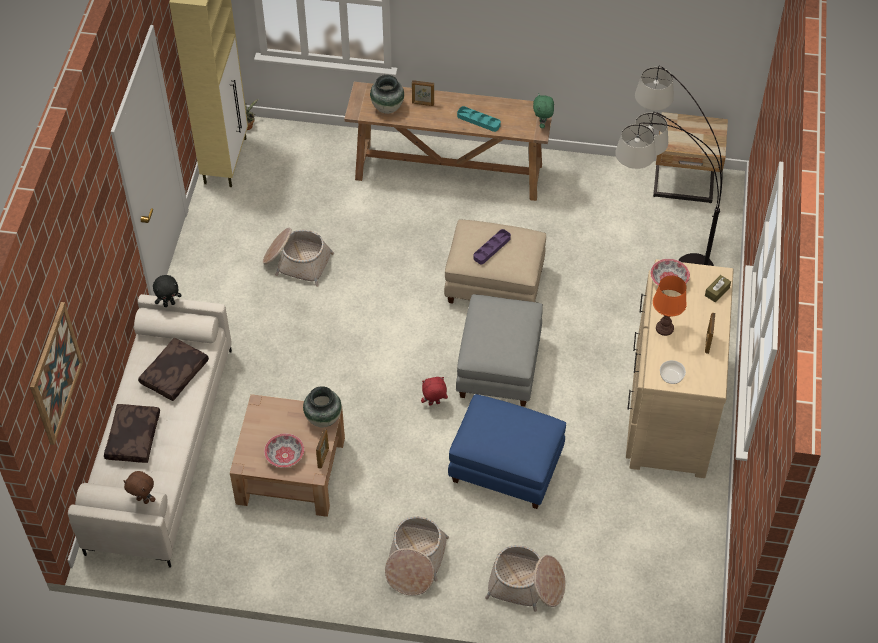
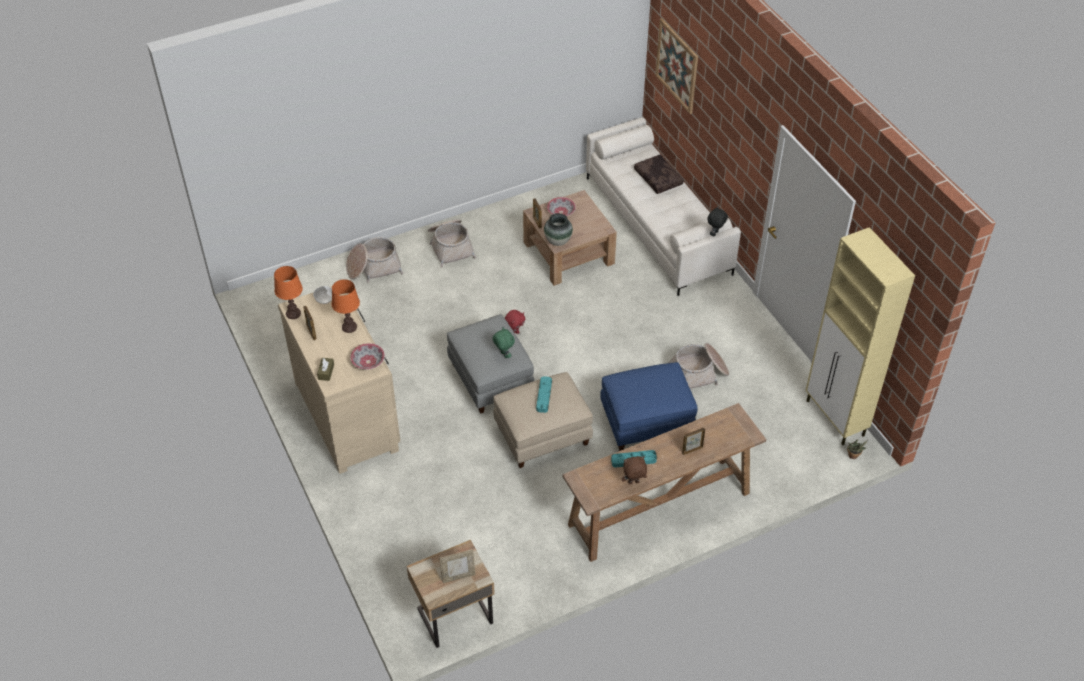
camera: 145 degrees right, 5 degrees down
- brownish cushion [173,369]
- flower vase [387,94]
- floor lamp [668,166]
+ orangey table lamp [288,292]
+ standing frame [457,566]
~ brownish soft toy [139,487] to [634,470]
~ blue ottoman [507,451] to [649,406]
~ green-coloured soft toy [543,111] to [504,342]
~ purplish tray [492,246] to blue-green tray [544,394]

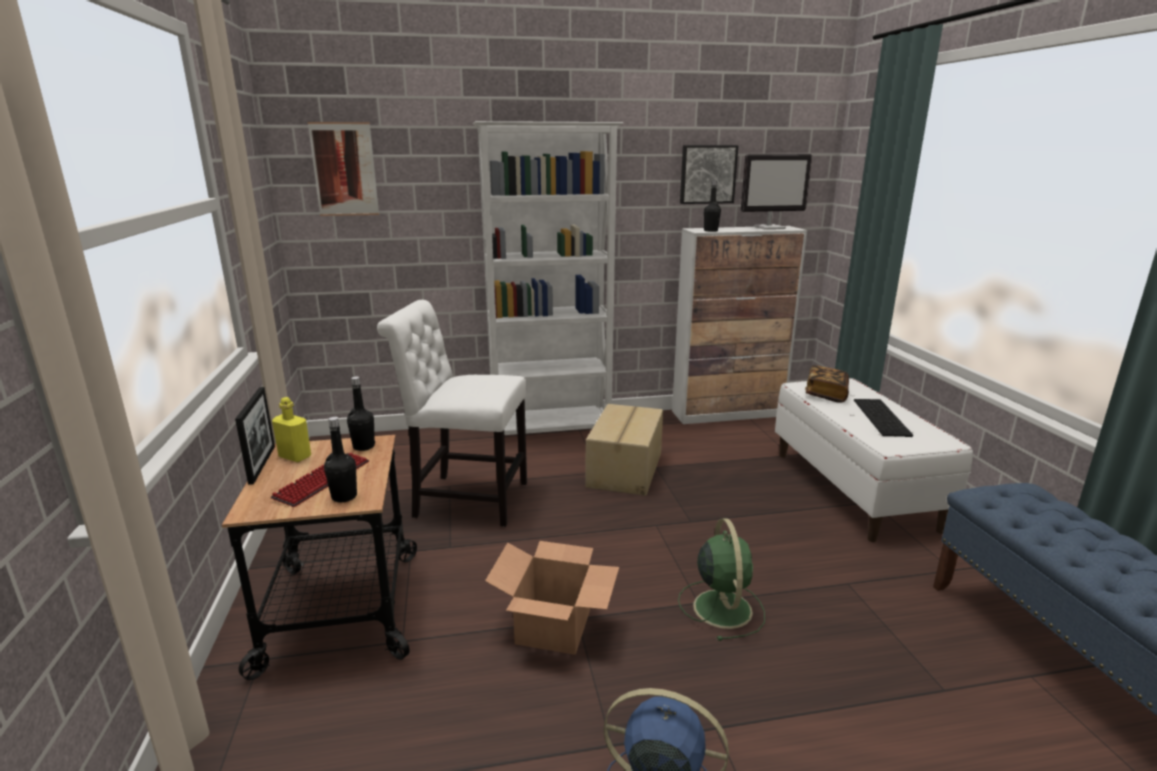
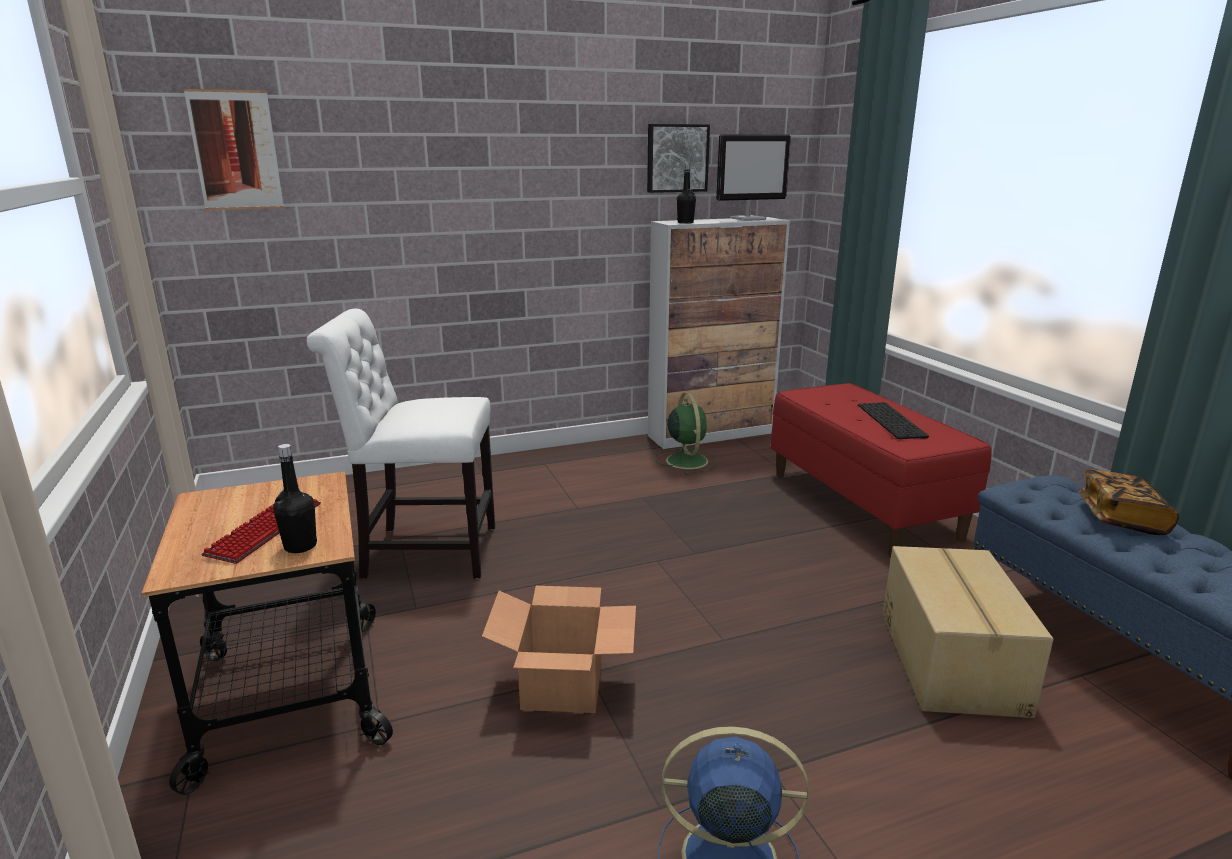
camera: 10 degrees left, 0 degrees up
- standing frame [255,436]
- yellow-coloured drink bottle [291,429]
- black drink bottle [361,414]
- whitish shelving unit [548,278]
~ cardboard box [624,450] to [968,632]
~ green-coloured cooling fan [721,579] to [686,433]
~ bound book [827,384] to [1128,502]
~ whitish indoor bench [874,460] to red-coloured indoor bench [881,469]

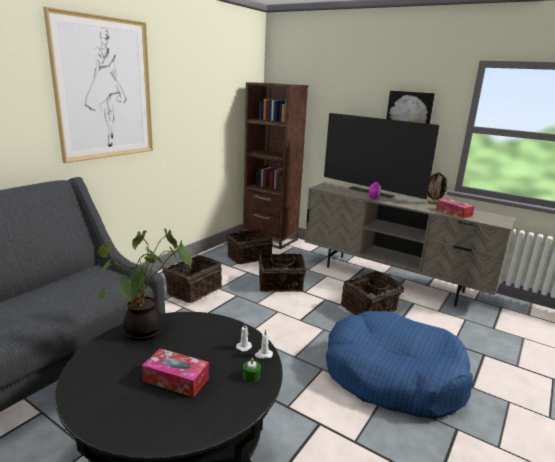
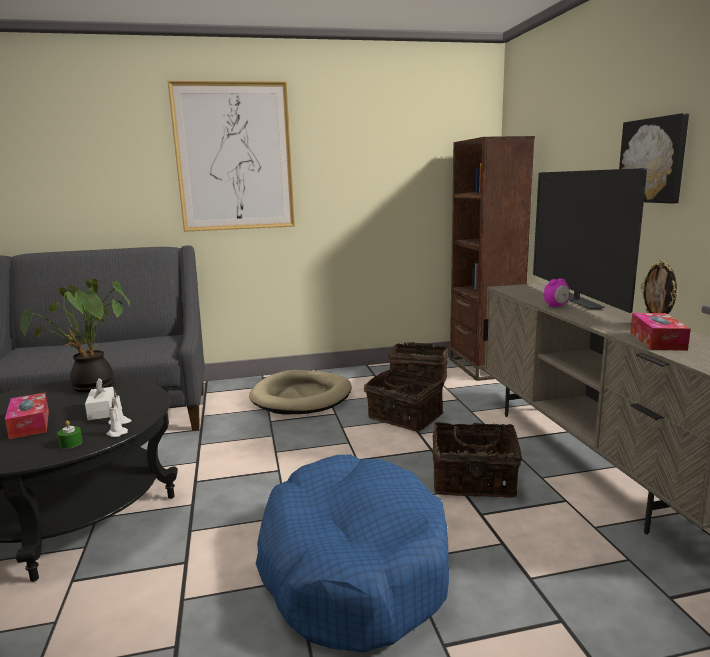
camera: 45 degrees right, 5 degrees down
+ whitish tissue holder [99,399]
~ storage basket [191,279] to sand-coloured pet bed [300,392]

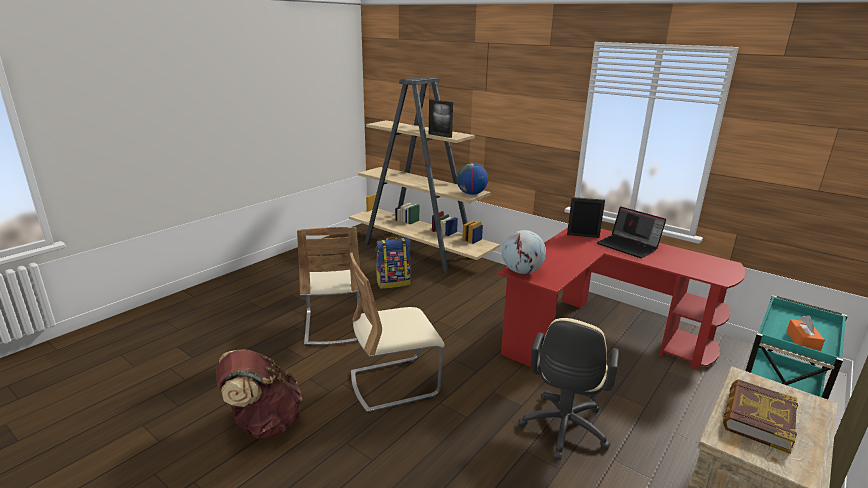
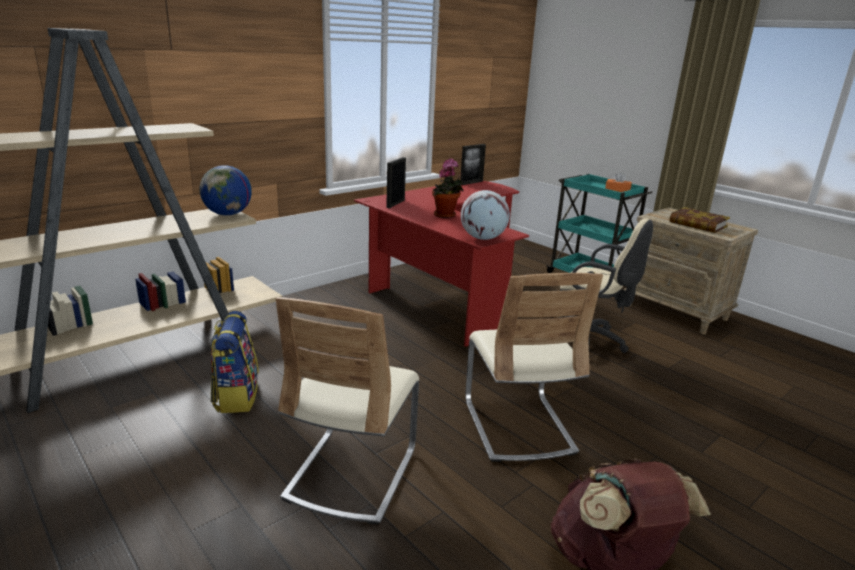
camera: 80 degrees left, 0 degrees up
- notebook computer [631,232]
+ potted plant [447,188]
~ standing frame [441,119] to [473,164]
~ sand-coloured chair [328,286] = [347,411] 105 degrees clockwise

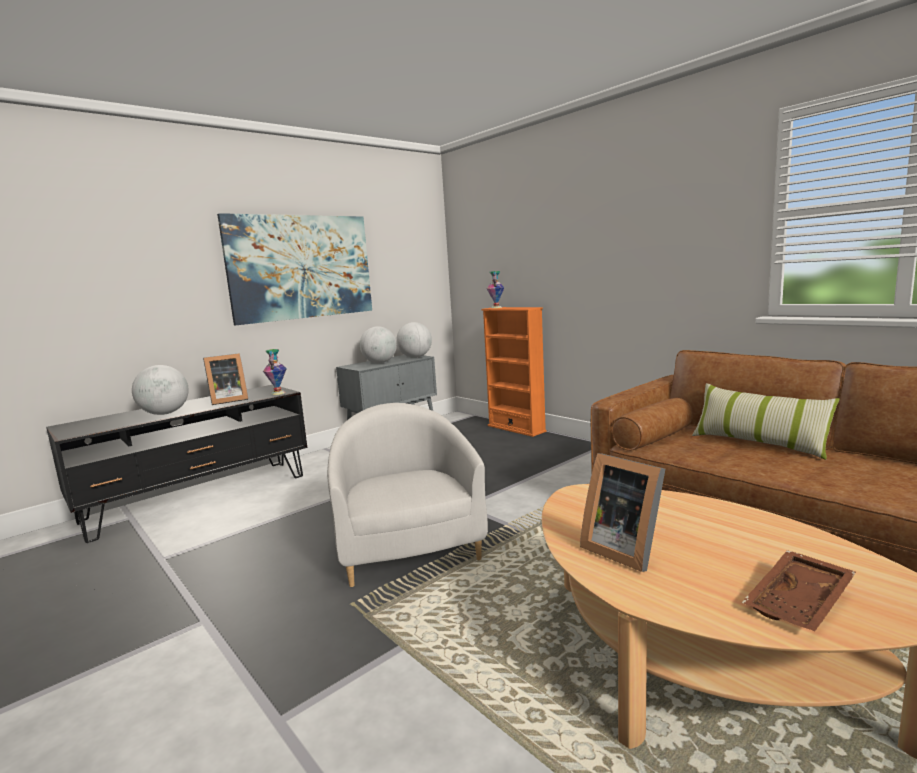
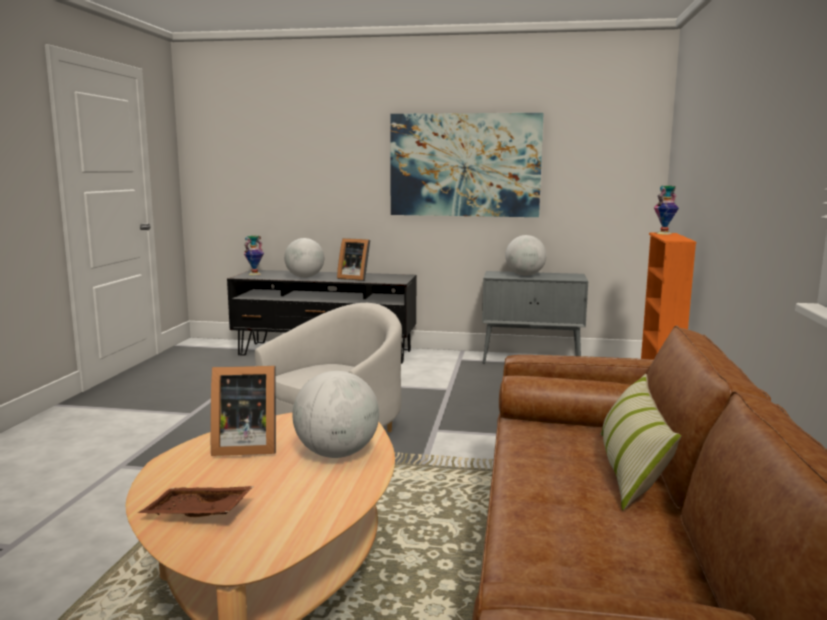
camera: 50 degrees right, 0 degrees up
~ flower vase [275,372] to [254,255]
~ desk globe [414,340] to [335,414]
~ standing frame [622,512] = [243,411] 105 degrees counterclockwise

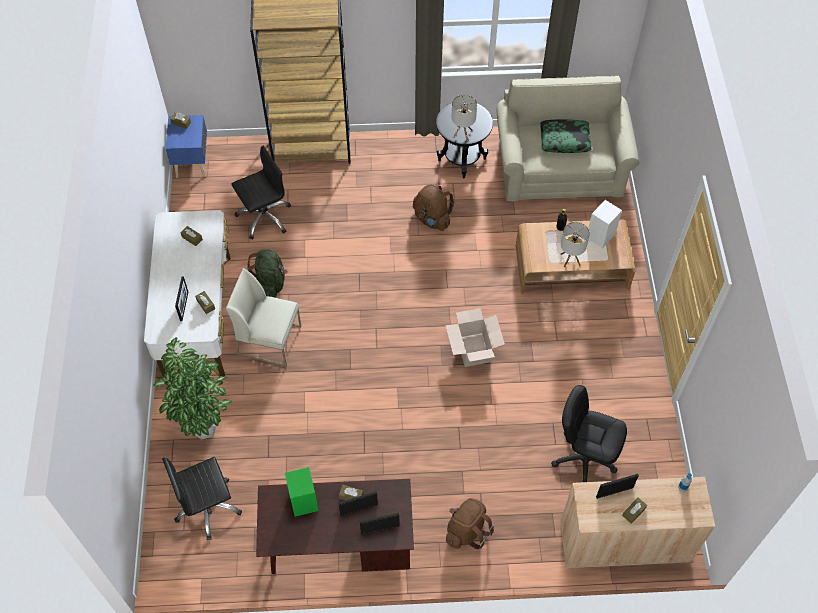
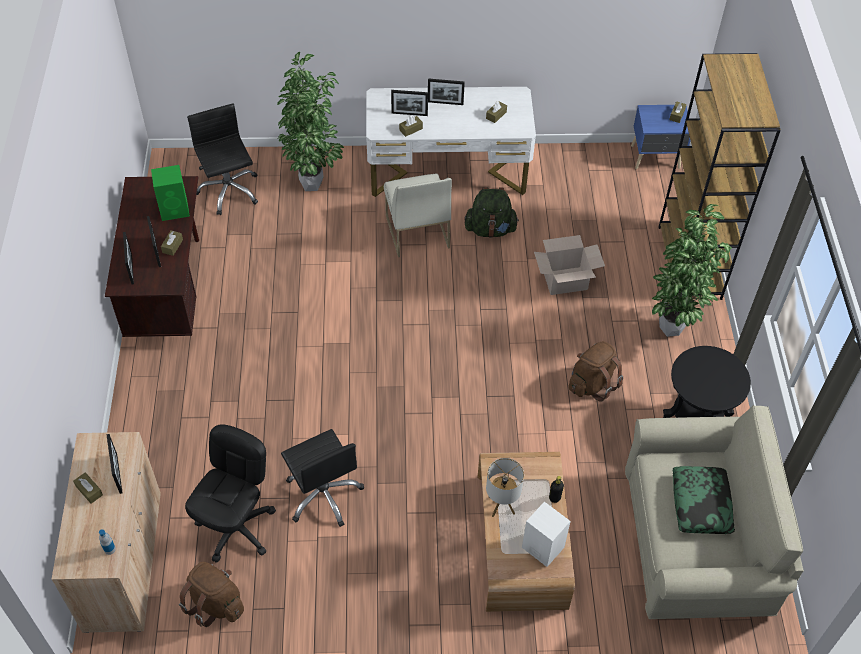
camera: 90 degrees right, 5 degrees down
- table lamp [464,118]
+ standing frame [446,91]
+ potted plant [692,270]
~ black computer chair [261,192] to [322,478]
~ cardboard box [475,337] to [569,265]
~ brownish knapsack [470,523] to [211,594]
~ whitish chair [263,317] = [418,215] 150 degrees clockwise

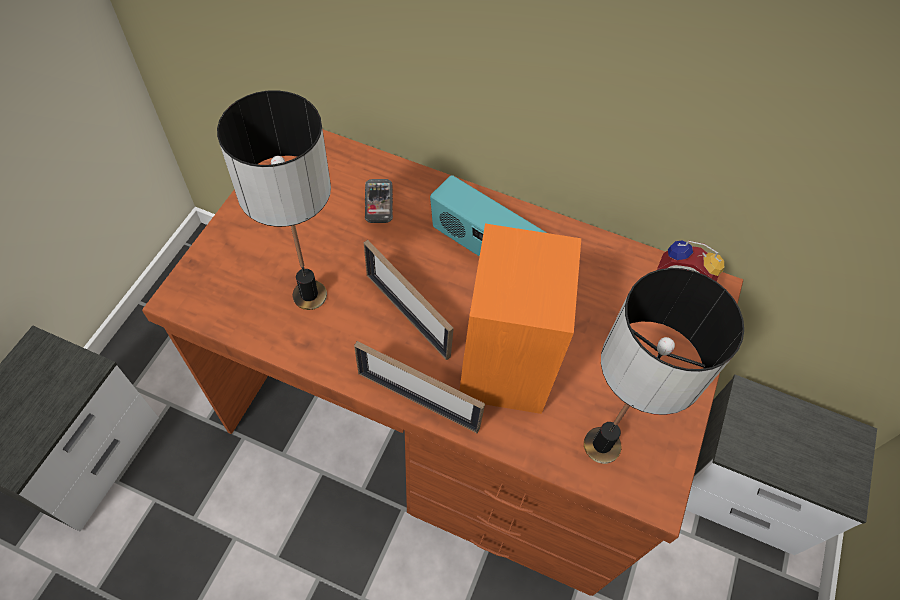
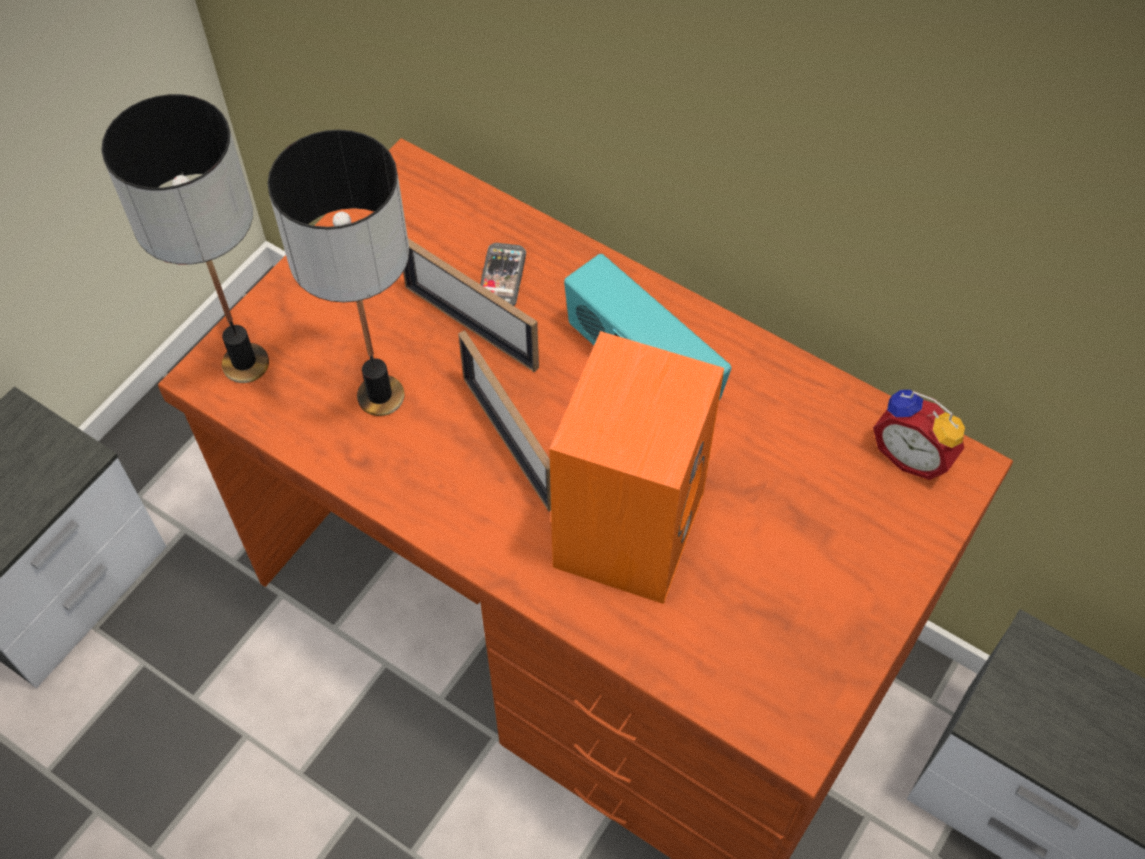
camera: 15 degrees right, 0 degrees up
~ standing frame [419,387] to [471,305]
~ table lamp [664,366] to [185,238]

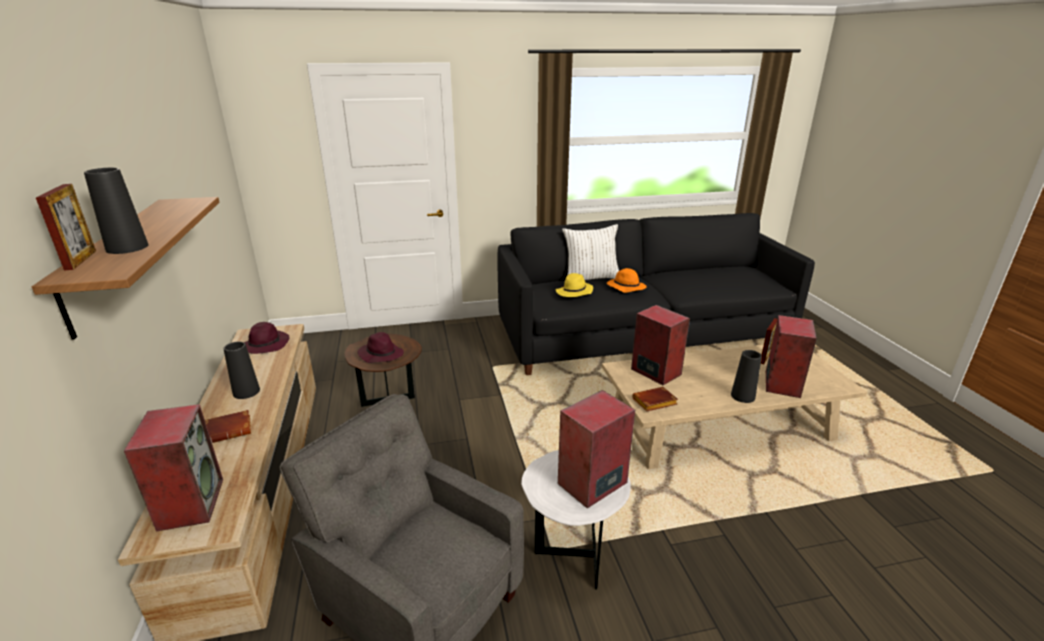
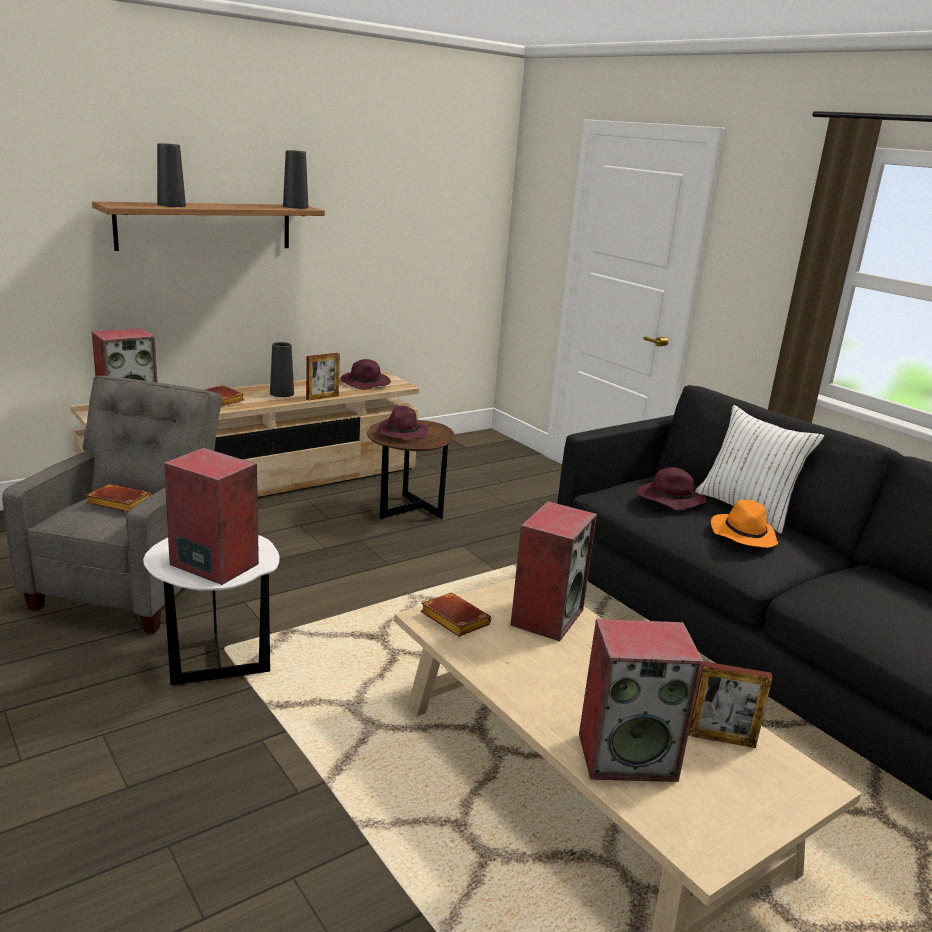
camera: 65 degrees right, 5 degrees down
+ brownish bound book [119,498]
~ standing frame [66,227] to [323,376]
~ black flower vase [746,376] to [295,179]
~ yellow-coloured clothing hat [574,285] to purplish clothing hat [672,488]

